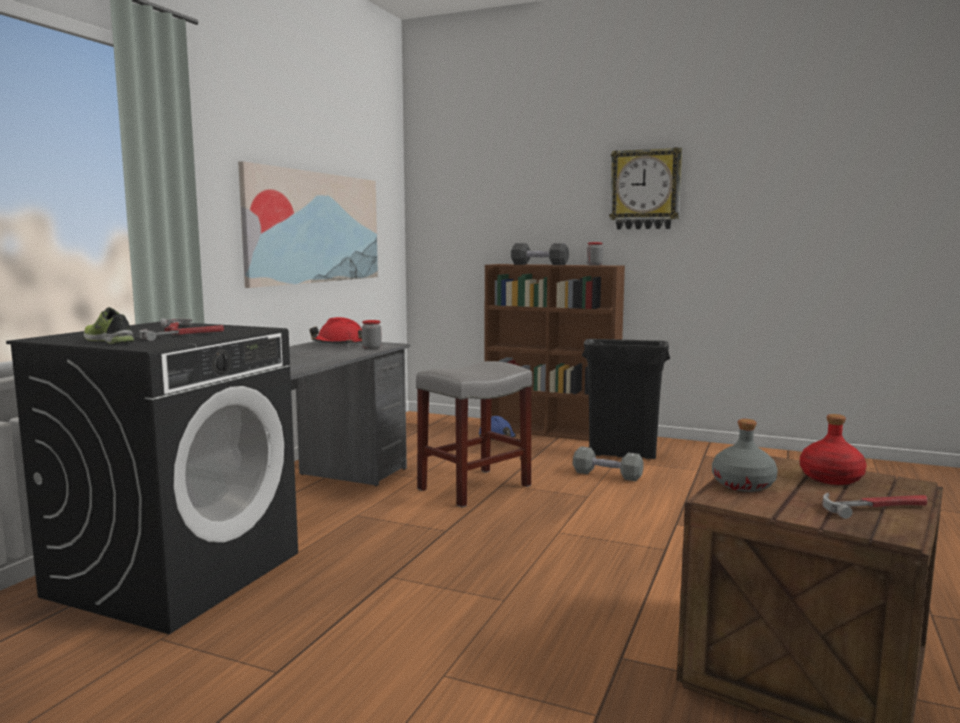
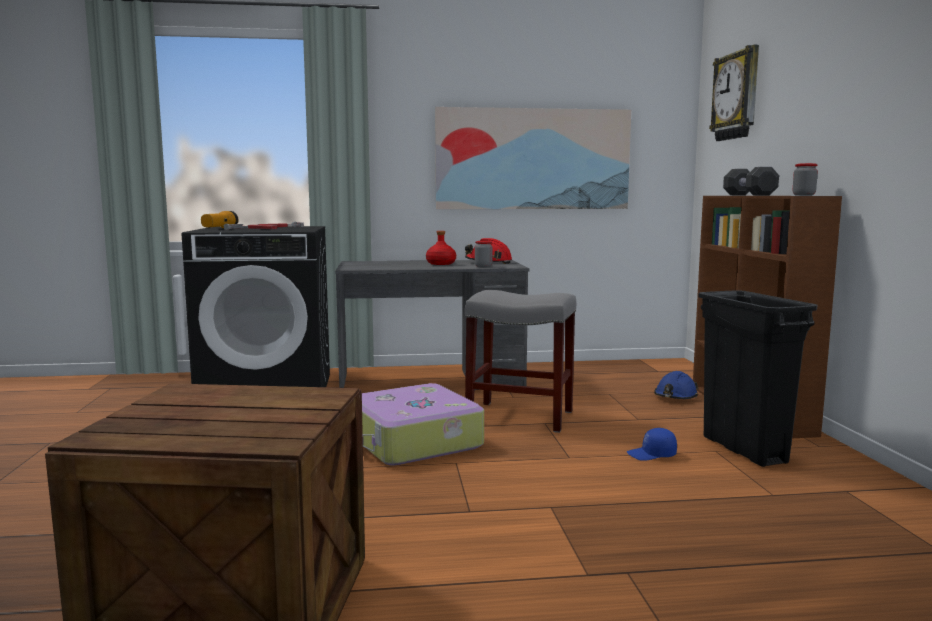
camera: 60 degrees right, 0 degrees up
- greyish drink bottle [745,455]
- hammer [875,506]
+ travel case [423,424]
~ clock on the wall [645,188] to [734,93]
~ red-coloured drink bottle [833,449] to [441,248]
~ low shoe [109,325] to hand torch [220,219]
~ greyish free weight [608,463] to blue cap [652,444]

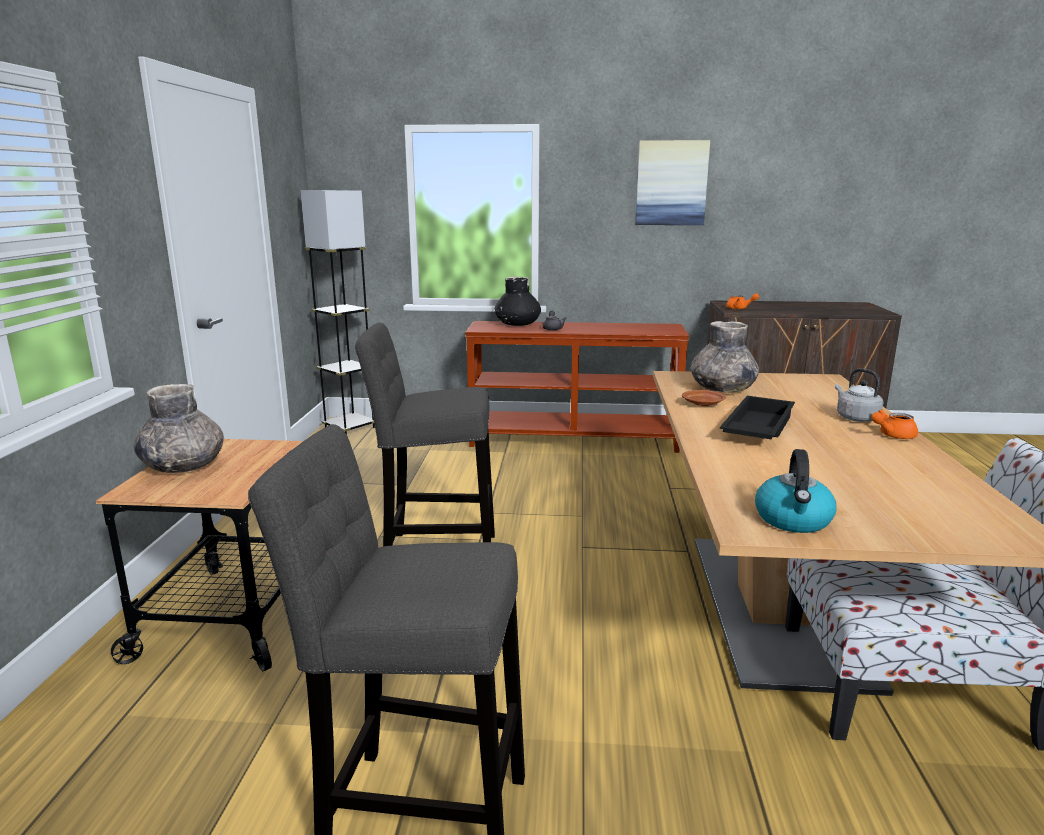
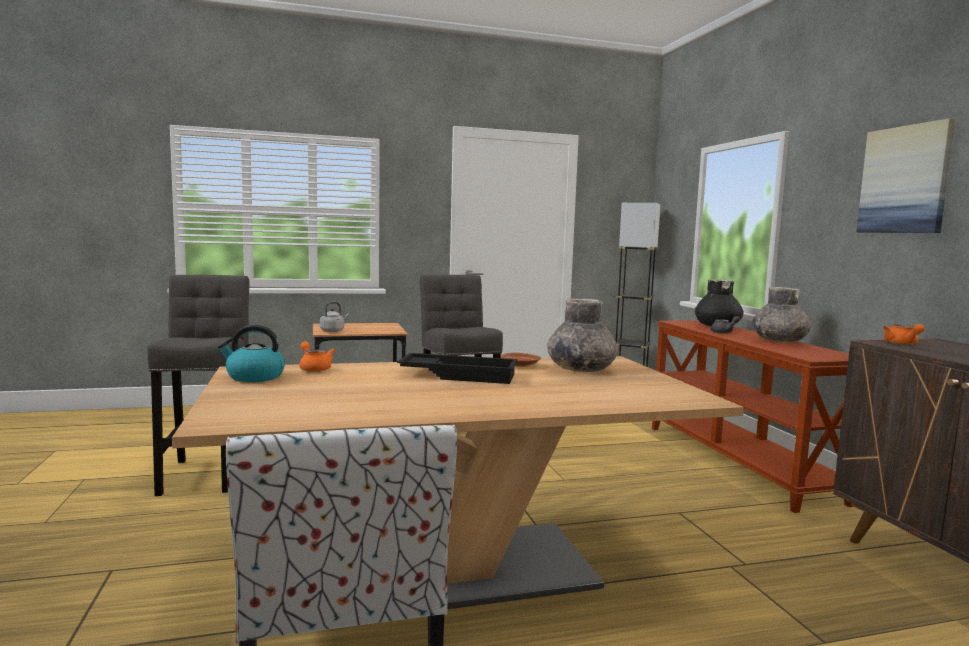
camera: 70 degrees right, 10 degrees down
~ greyish flower vase [179,428] to [781,315]
~ greyish kettle [859,395] to [334,317]
~ orangey teapot [894,424] to [317,356]

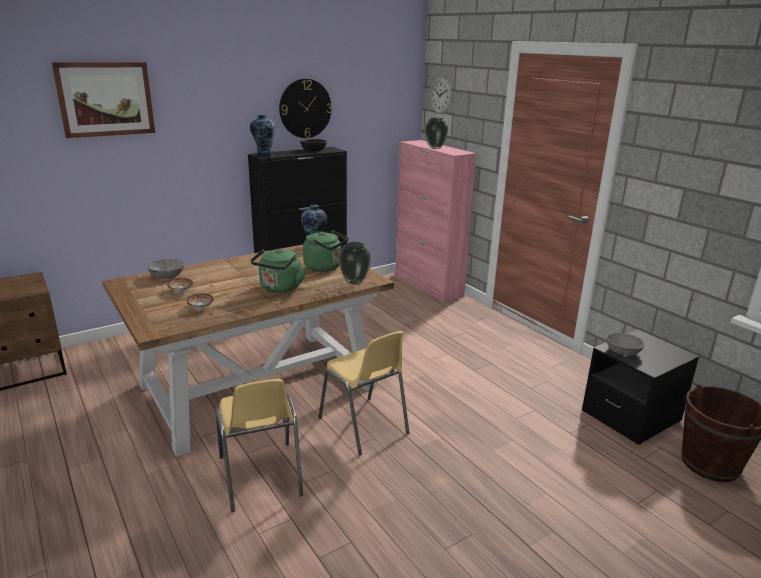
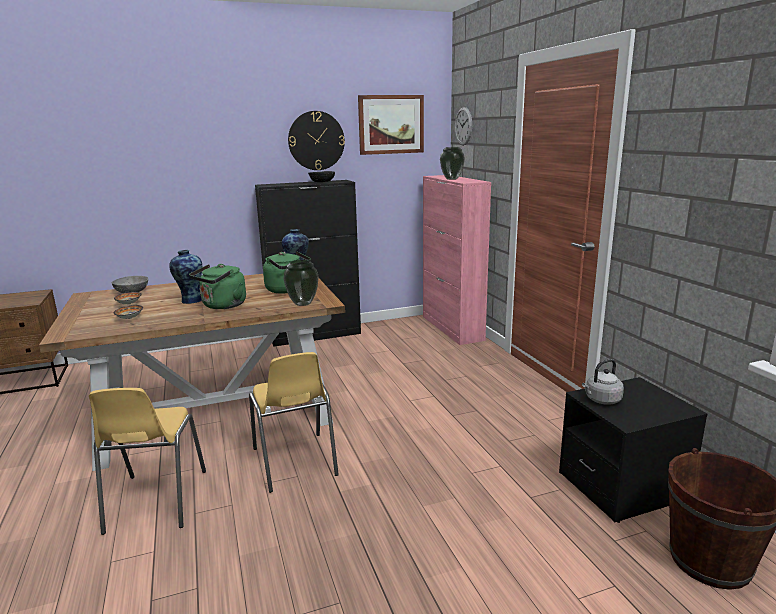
camera: 15 degrees right, 5 degrees down
~ picture [103,100] to [391,125]
~ flower vase [262,136] to [185,277]
~ greyish bowl [625,344] to greyish kettle [603,382]

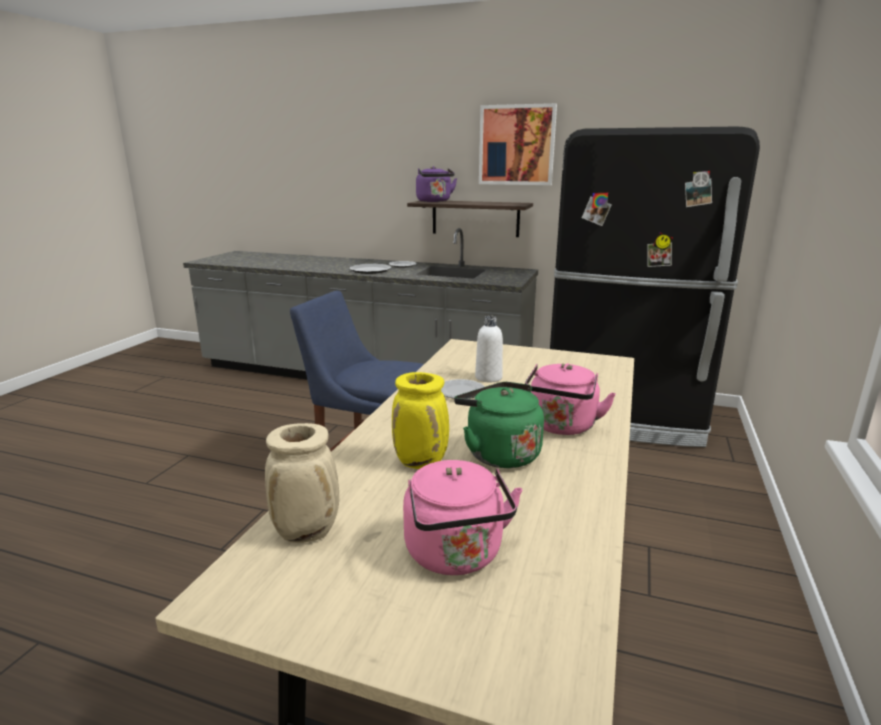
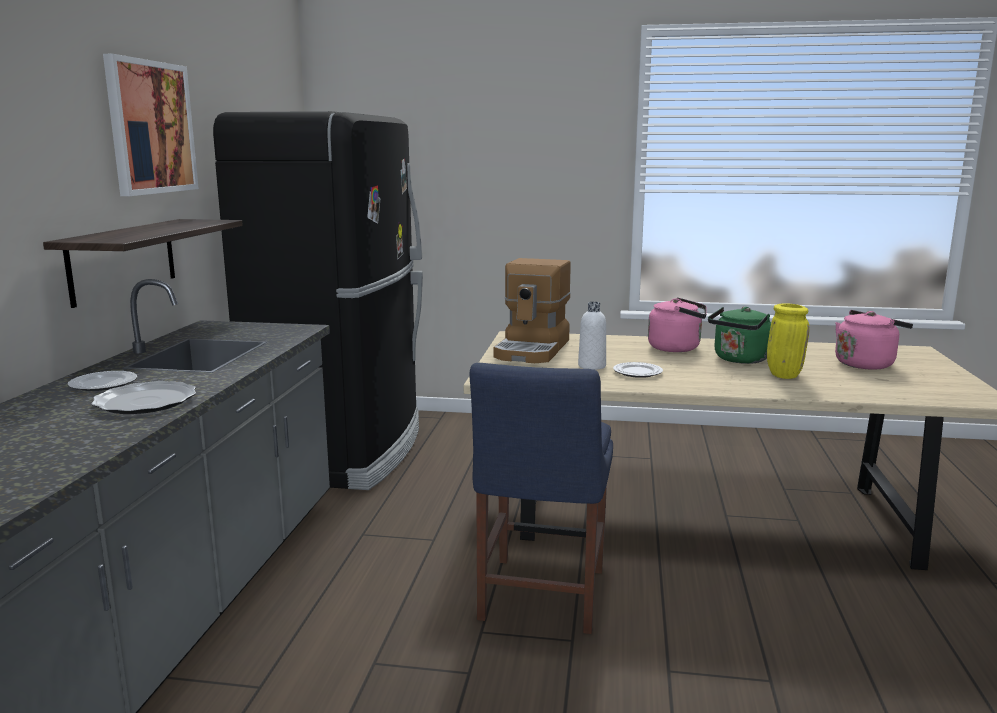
camera: 100 degrees left, 5 degrees down
- sand-coloured flower vase [302,483]
- purplish kettle [436,184]
+ coffee machine [532,310]

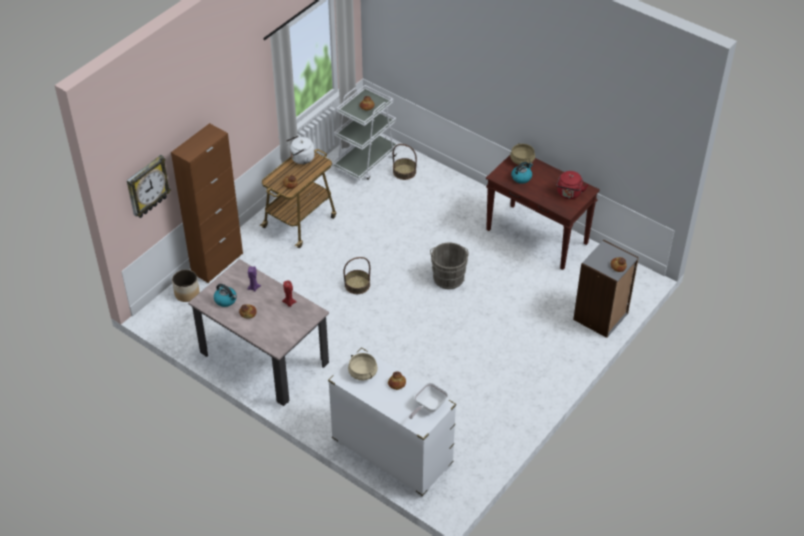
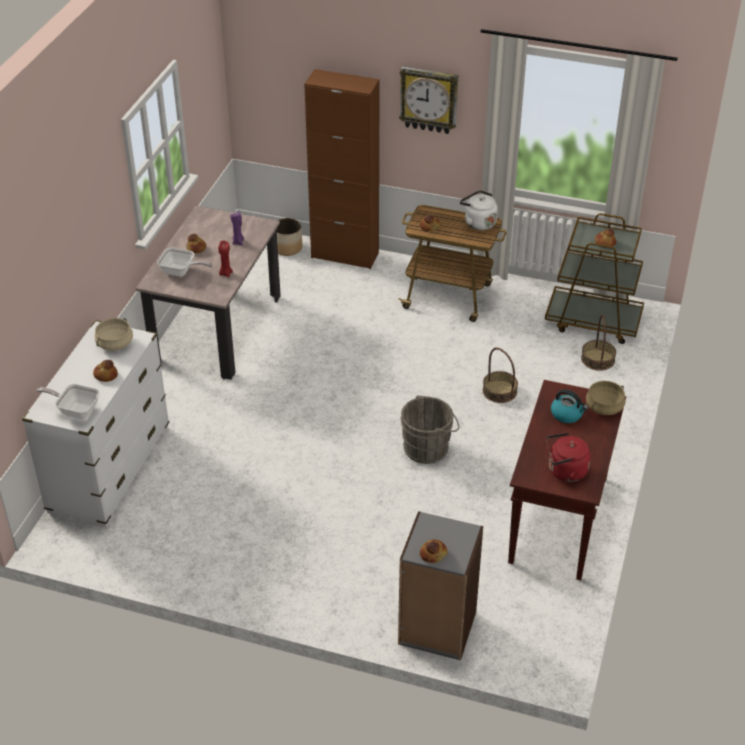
camera: 70 degrees right, 5 degrees down
- kettle [225,295]
+ pan [185,262]
~ clock on the wall [149,186] to [428,100]
~ storage basket [356,275] to [500,375]
~ whitish cart [366,132] to brownish cart [594,278]

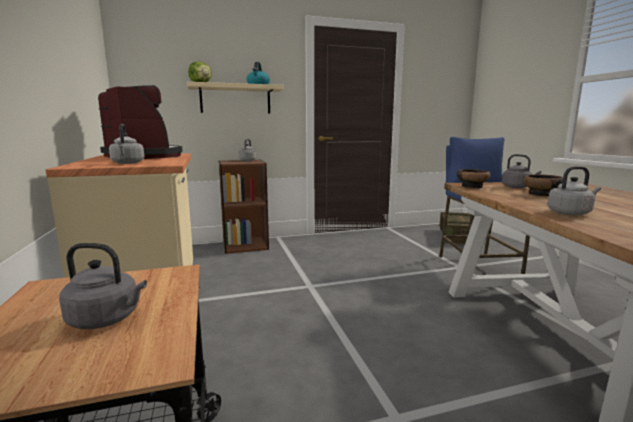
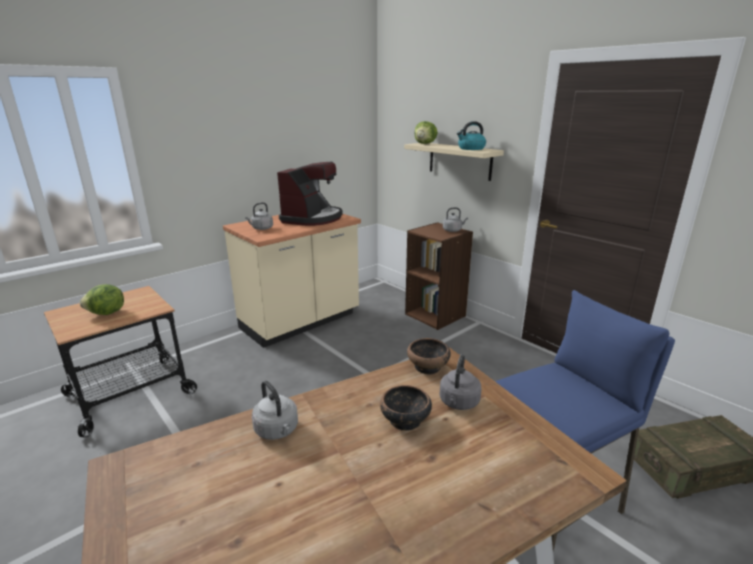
camera: 65 degrees right, 10 degrees up
~ greyish kettle [103,286] to lettuce head [102,299]

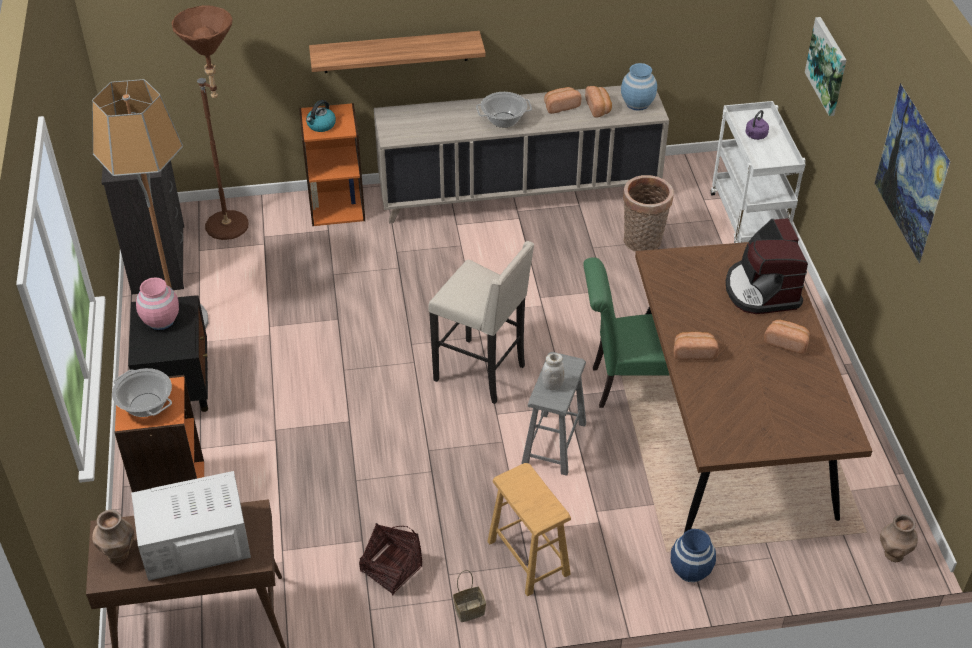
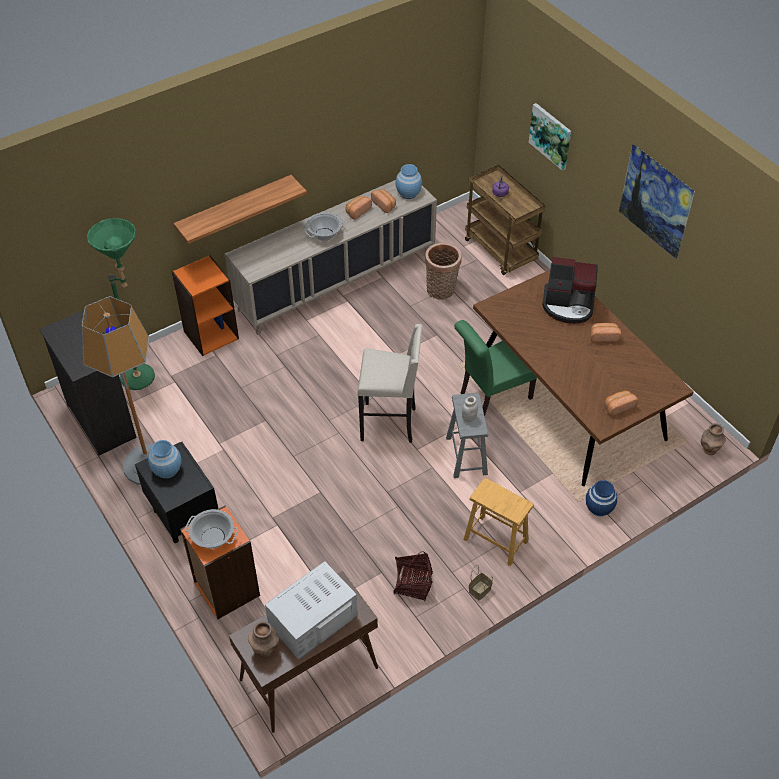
camera: 25 degrees left, 5 degrees up
- kettle [321,116]
~ bakery bread [696,346] to [621,403]
~ pink flower vase [157,303] to blue flower vase [165,459]
~ brownish floor lamp [210,122] to green-coloured floor lamp [121,304]
~ whitish cart [758,172] to brownish cart [505,220]
~ coffee machine [767,266] = [570,290] 45 degrees counterclockwise

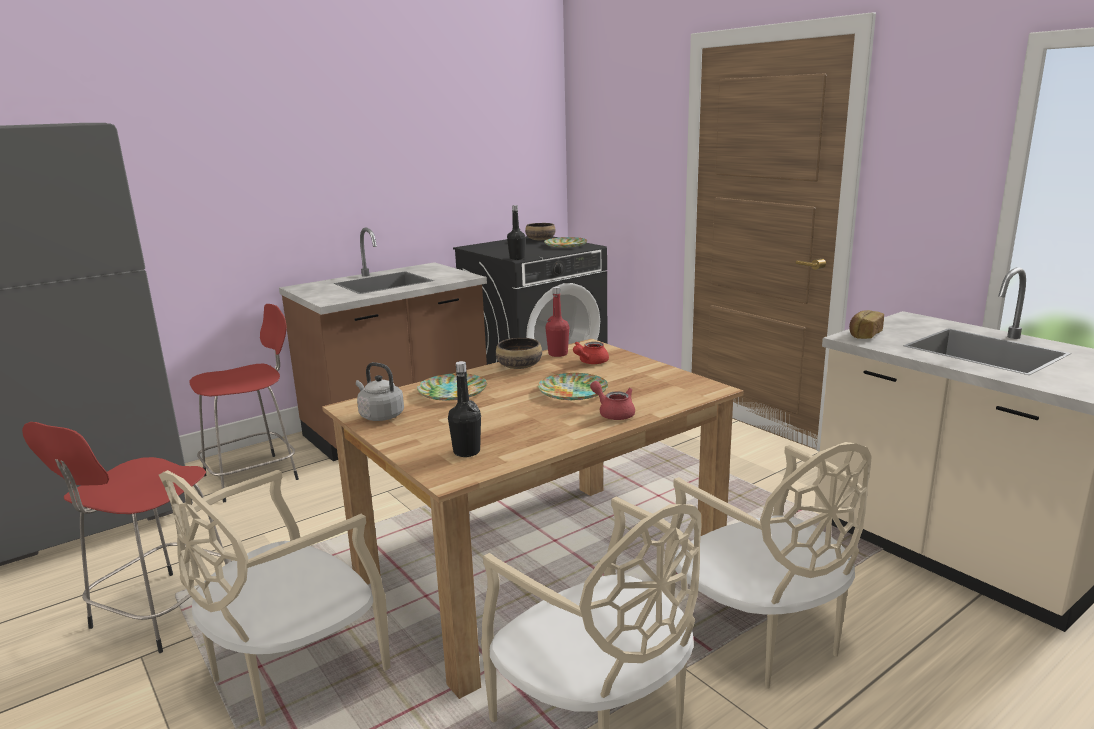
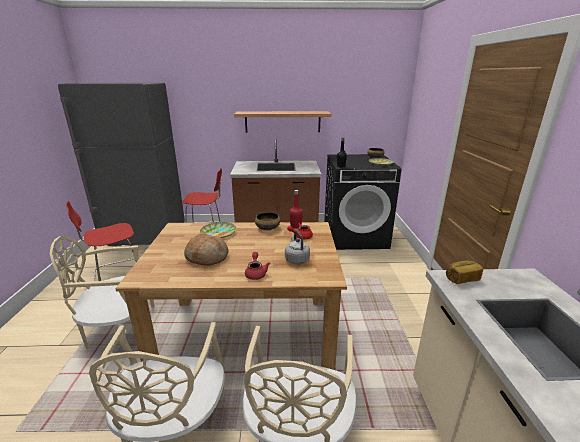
camera: 35 degrees right, 5 degrees up
- black drink bottle [464,409]
- flat dish [573,386]
+ bakery bread [206,249]
+ bracket shelf [283,122]
~ greyish kettle [380,391] to [297,247]

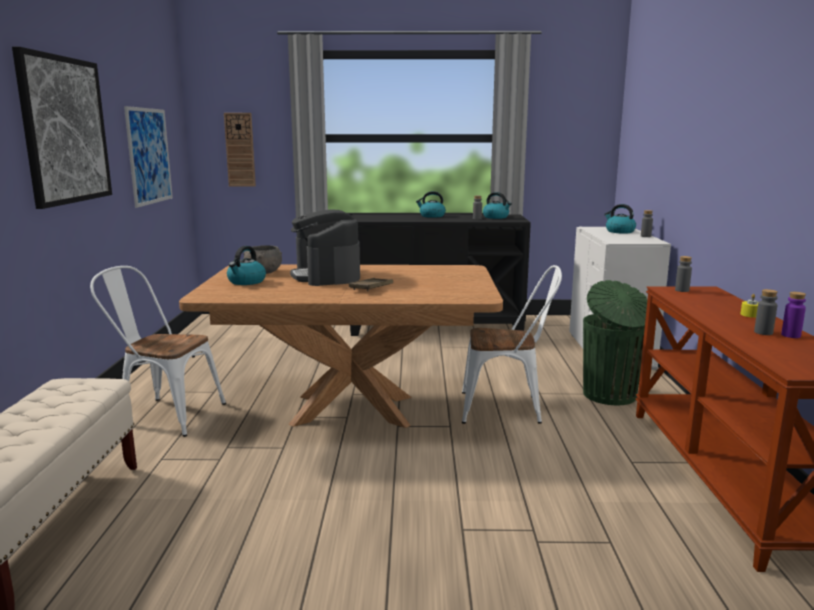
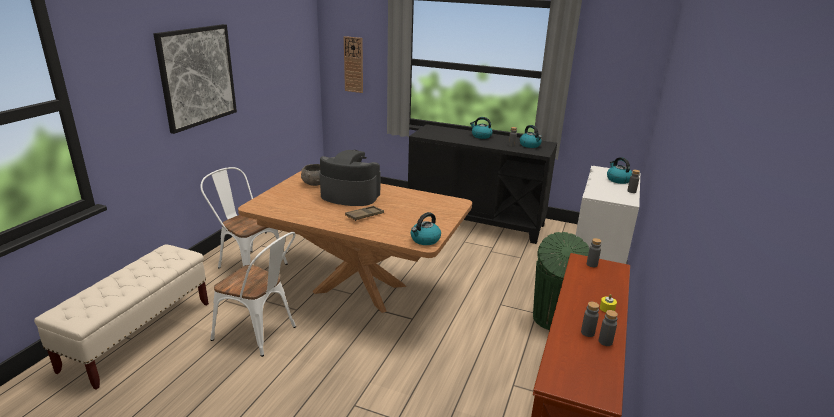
camera: 20 degrees right, 10 degrees up
- picture [148,157]
~ kettle [246,265] to [426,228]
~ whitish chair [512,344] to [253,294]
~ purplish drink bottle [793,315] to greyish drink bottle [608,328]
~ coffee machine [325,247] = [350,178] 105 degrees clockwise

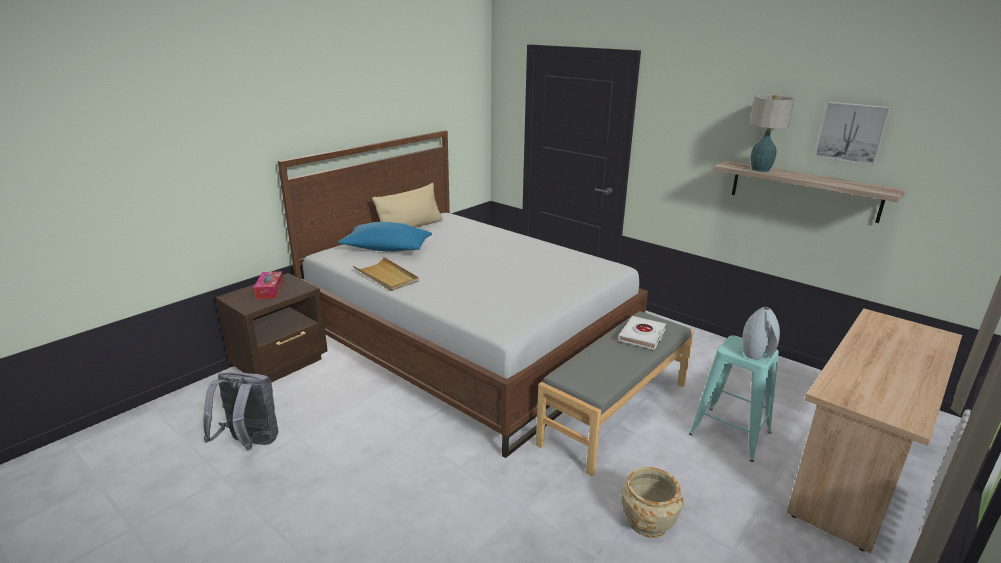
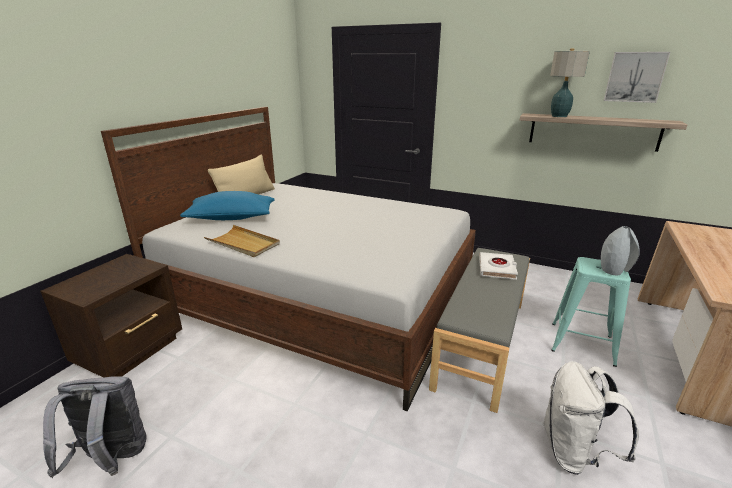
camera: 15 degrees left, 0 degrees up
- tissue holder [268,285]
~ sand-coloured flower pot [652,502] to whitish knapsack [591,418]

